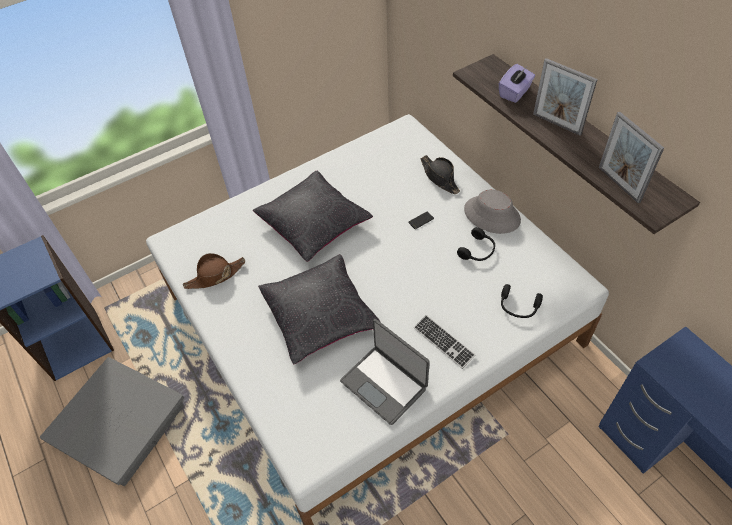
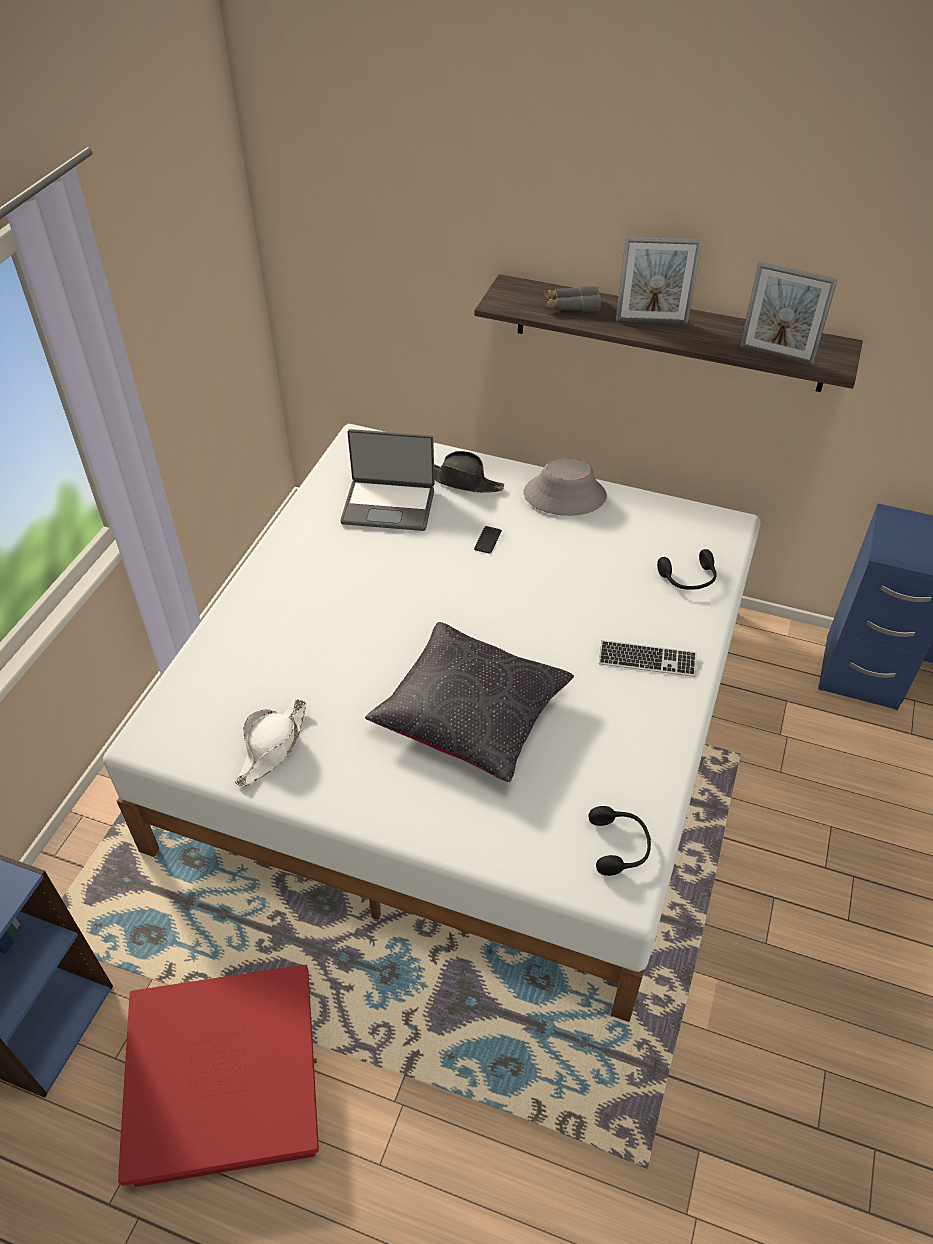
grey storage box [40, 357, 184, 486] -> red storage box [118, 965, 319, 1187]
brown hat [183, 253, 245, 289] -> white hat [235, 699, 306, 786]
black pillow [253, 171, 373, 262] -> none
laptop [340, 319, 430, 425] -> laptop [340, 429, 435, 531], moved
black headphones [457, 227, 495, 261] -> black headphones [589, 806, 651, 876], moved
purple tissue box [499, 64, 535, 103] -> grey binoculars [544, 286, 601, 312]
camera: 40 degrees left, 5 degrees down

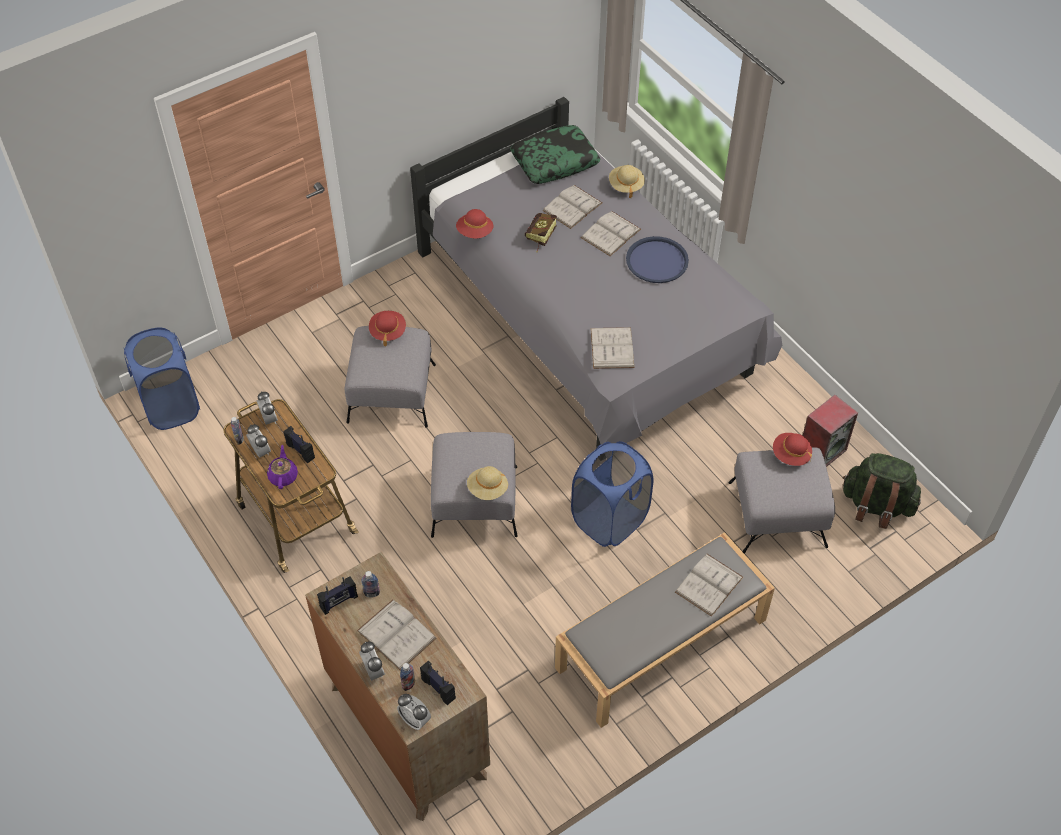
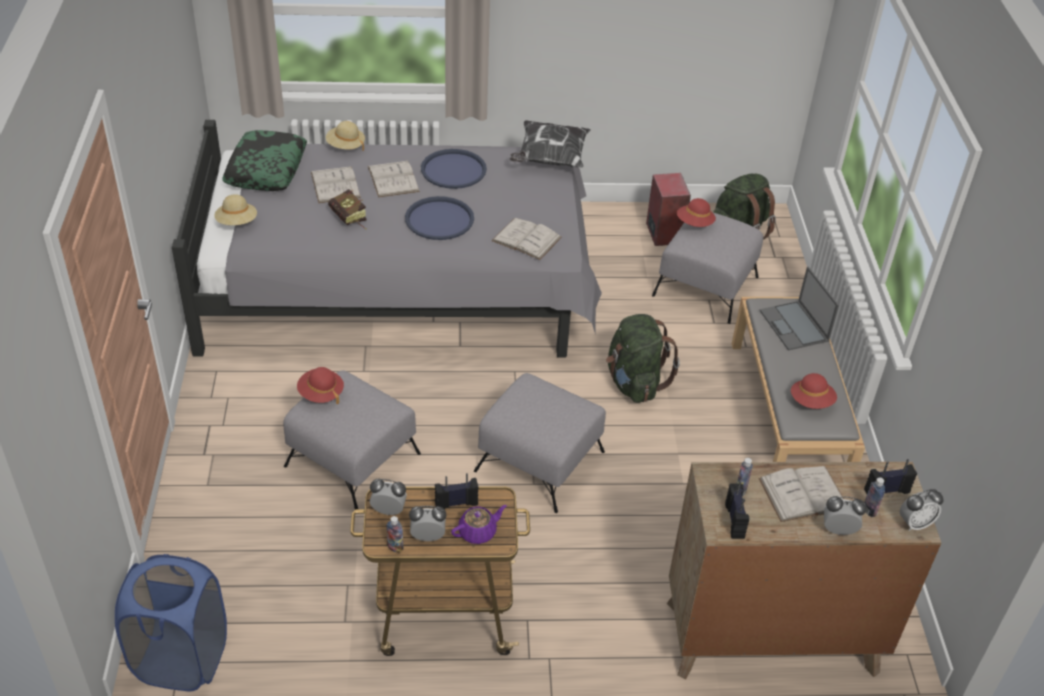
purple teapot [267, 445, 298, 489] -> purple teapot [451, 505, 507, 544], 120 degrees clockwise
red hat [456, 209, 493, 238] -> red hat [791, 373, 837, 409], moved
beige hat [467, 466, 508, 500] -> beige hat [215, 194, 257, 225], moved
blue laundry basket [571, 441, 653, 547] -> green backpack [606, 314, 680, 403]
white book [675, 554, 743, 617] -> laptop [760, 267, 839, 350]
none -> blue tray [405, 196, 474, 240]
none -> pillow [510, 120, 591, 168]
camera: 60 degrees left, 10 degrees down

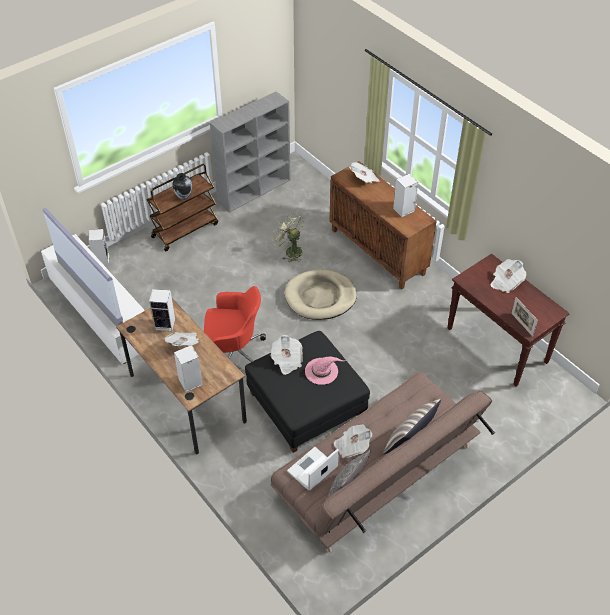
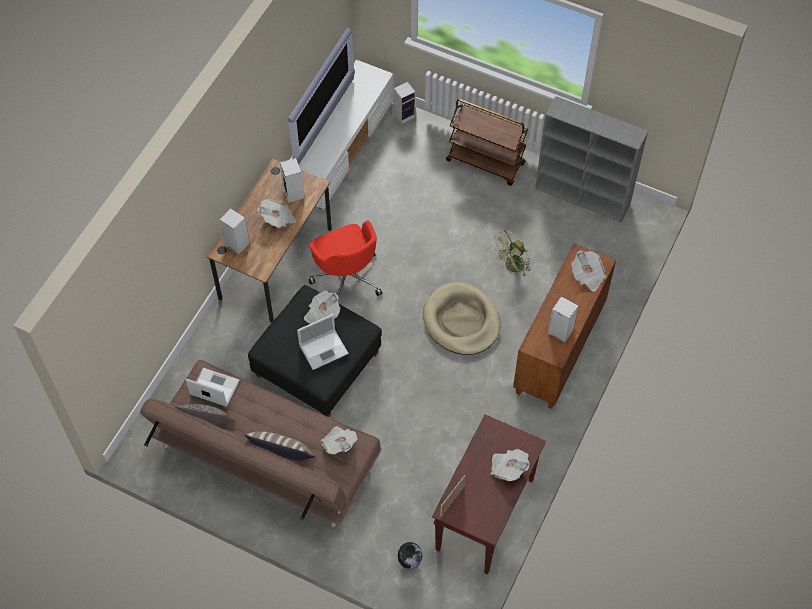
vase [173, 173, 192, 200] -> vase [398, 542, 422, 569], moved
green fan [272, 213, 304, 262] -> green fan [493, 230, 531, 275], 150 degrees counterclockwise
pink hat [305, 357, 346, 385] -> laptop [297, 314, 349, 370]
newspaper [334, 424, 372, 458] -> newspaper [321, 426, 358, 454], moved
camera: 65 degrees right, 10 degrees up

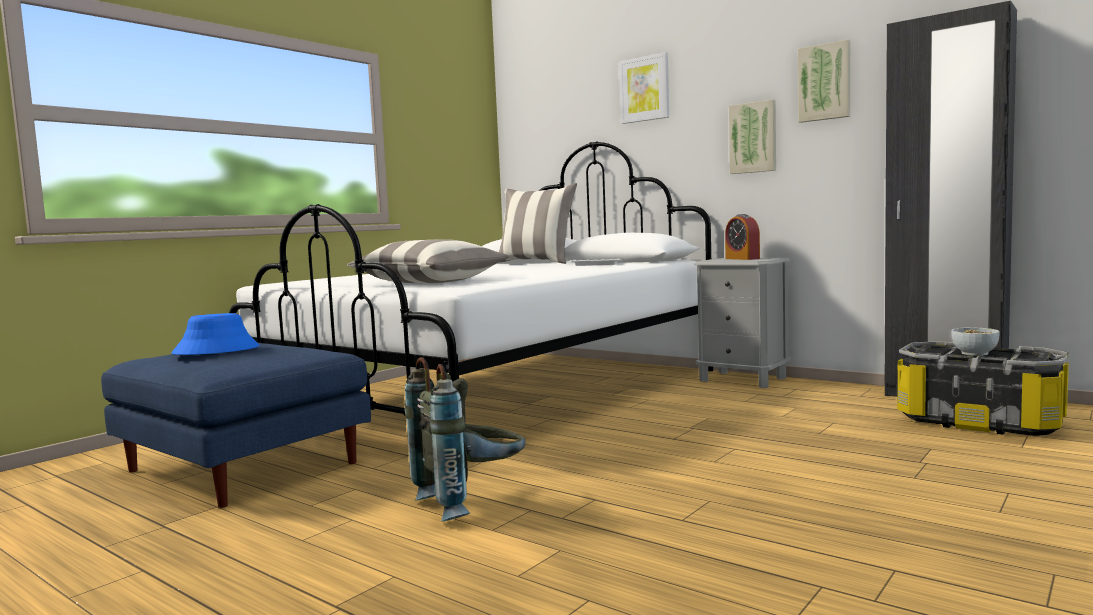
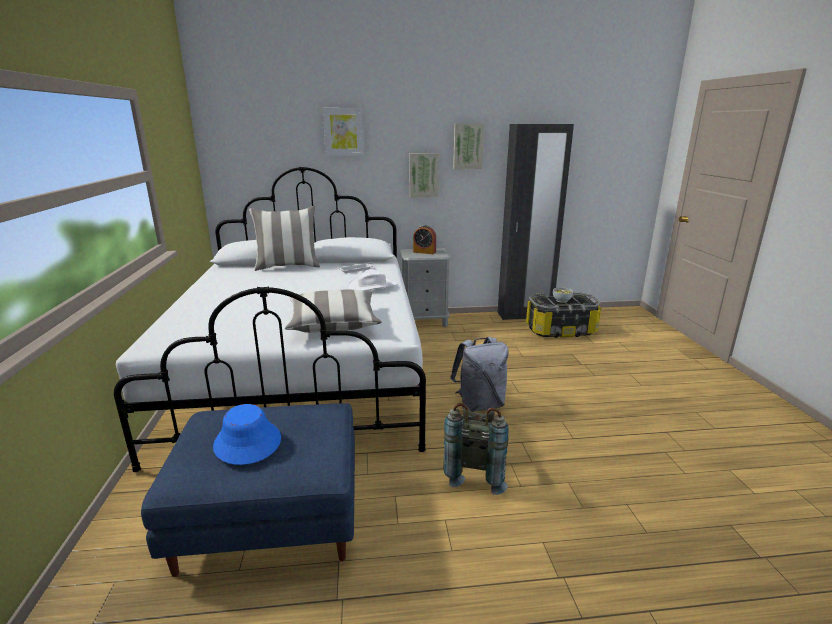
none -> white hat [347, 269, 397, 291]
none -> grey backpack [450, 337, 509, 412]
camera: 45 degrees left, 15 degrees up

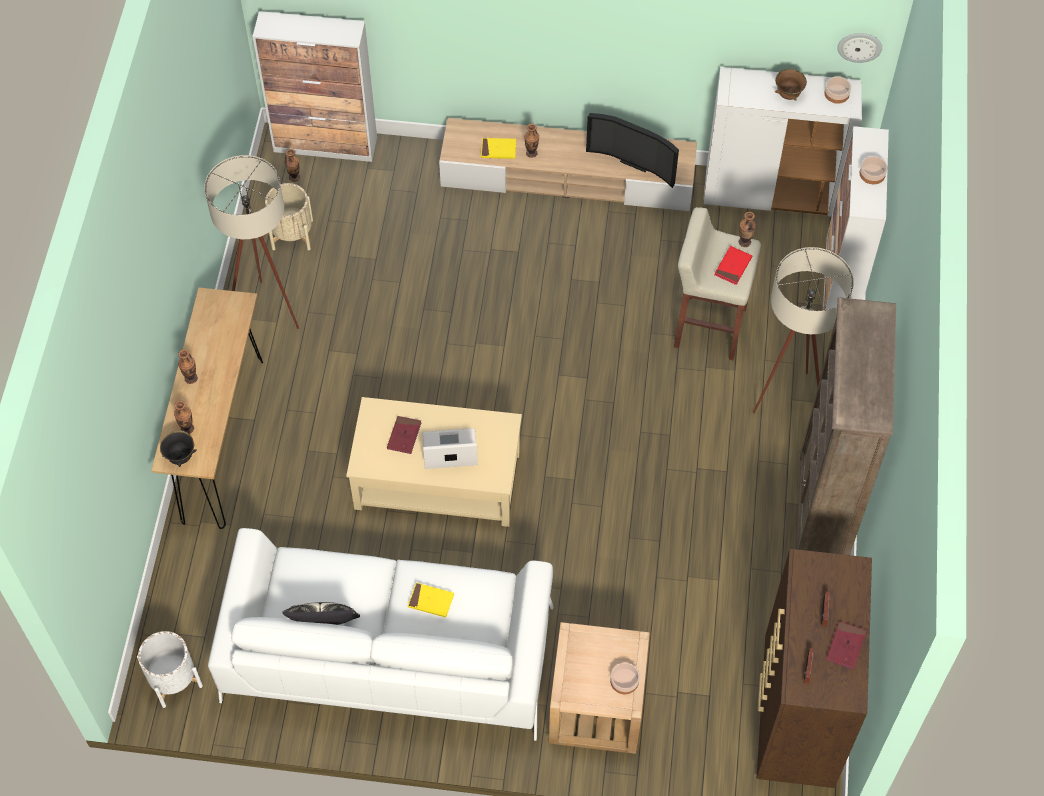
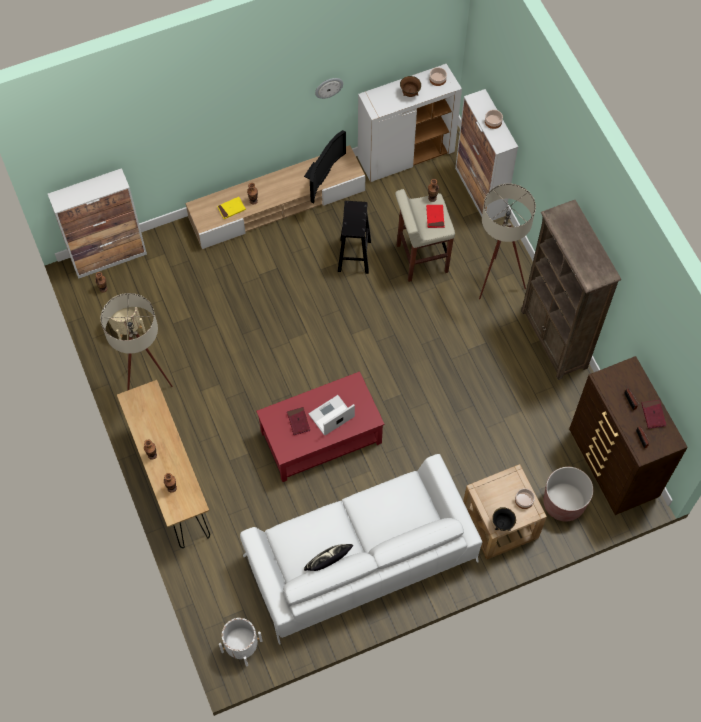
black bowl [160, 430, 197, 467] -> black bowl [492, 507, 516, 531], moved
beige coffee table [346, 397, 522, 527] -> red coffee table [256, 371, 385, 482]
yellow book [408, 583, 454, 617] -> none
television [586, 113, 679, 188] -> television [304, 130, 346, 203], 60 degrees counterclockwise
wall clock [837, 33, 882, 63] -> wall clock [315, 78, 343, 99], moved
none -> black stool [338, 201, 371, 274]
none -> brown planter [543, 467, 593, 522]
camera: 30 degrees left, 5 degrees up

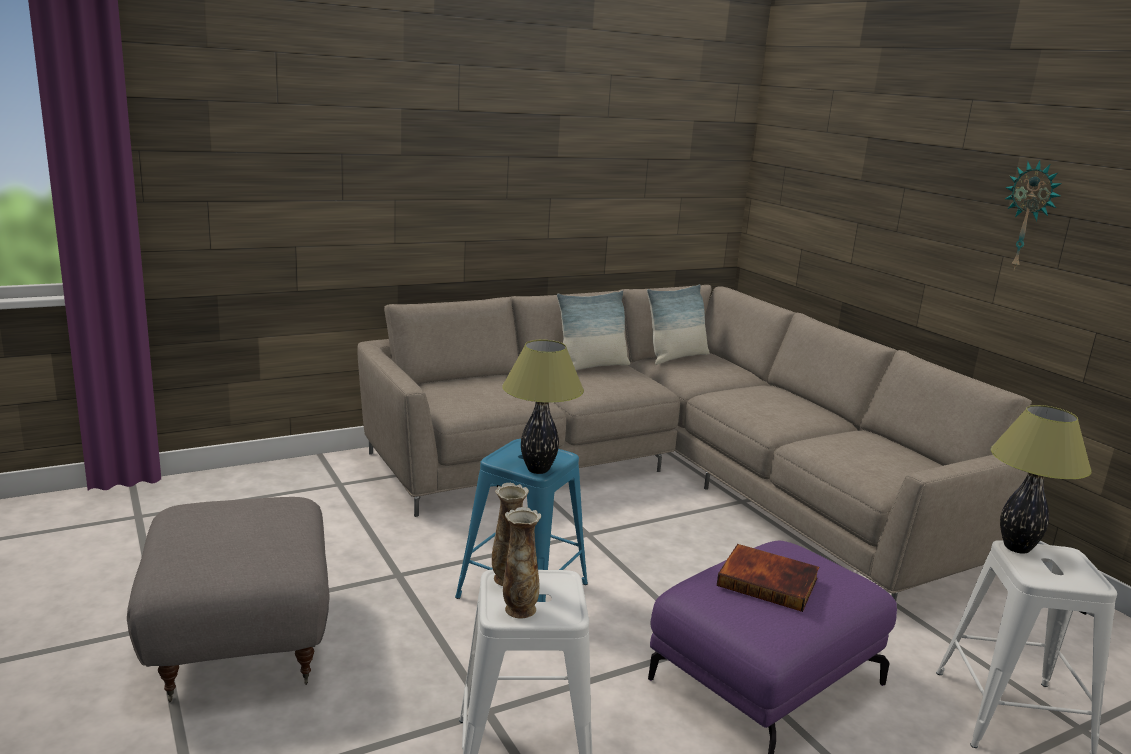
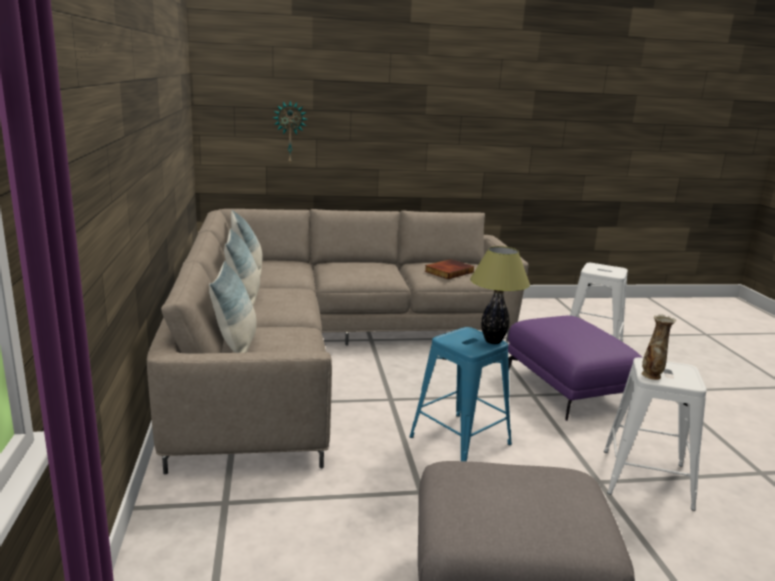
vase [503, 507, 541, 618] -> none
book [717, 544, 819, 612] -> book [424, 259, 474, 279], moved
table lamp [991, 405, 1092, 554] -> none
wall clock [1005, 160, 1062, 270] -> wall clock [273, 100, 307, 163], moved
none -> pillow [209, 261, 257, 353]
camera: 70 degrees left, 0 degrees up

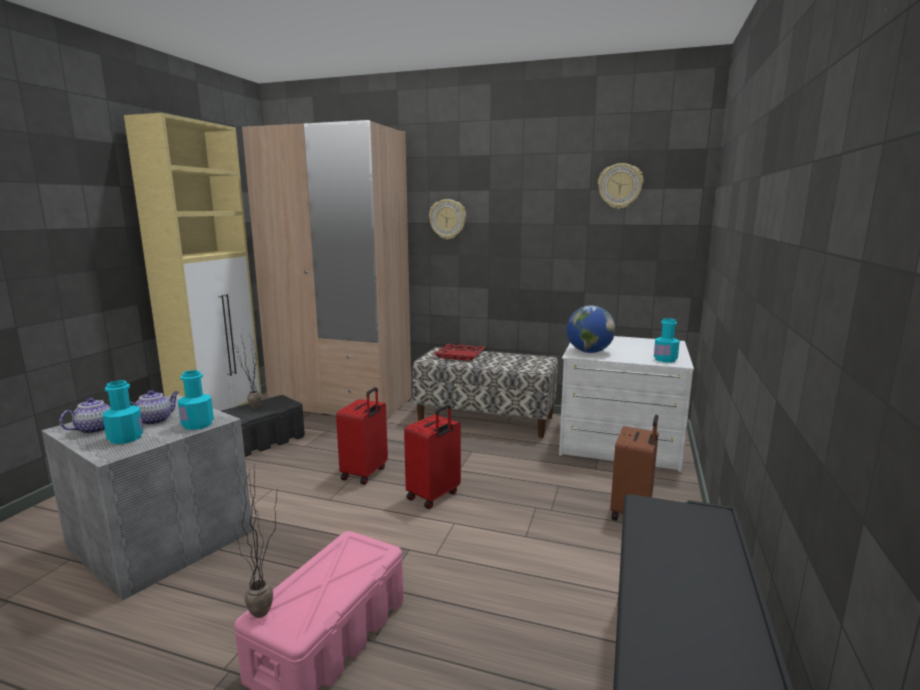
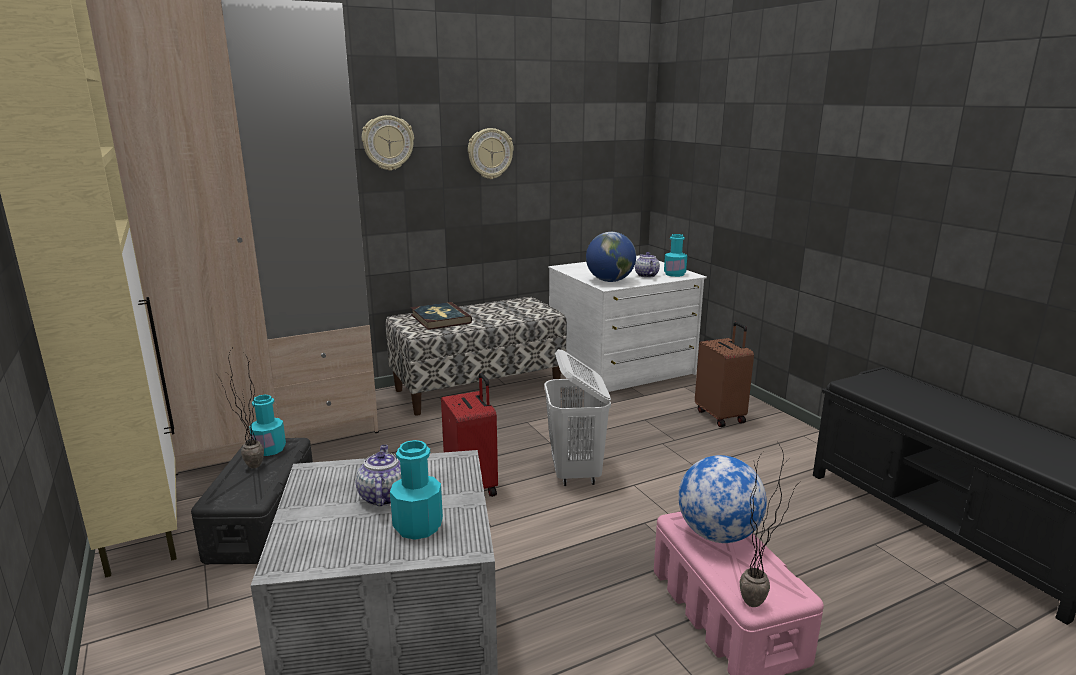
teapot [60, 398, 111, 434] -> teapot [635, 252, 660, 278], moved
turquoise bottle [178, 370, 214, 430] -> turquoise bottle [249, 395, 286, 456], moved
red suitcase [404, 405, 461, 509] -> white laundry basket [544, 349, 611, 486]
red tray [434, 344, 485, 361] -> book [411, 302, 472, 330]
wall clock [598, 163, 644, 209] -> wall clock [468, 128, 514, 179], moved
none -> globe [678, 455, 767, 543]
camera: 45 degrees left, 5 degrees up

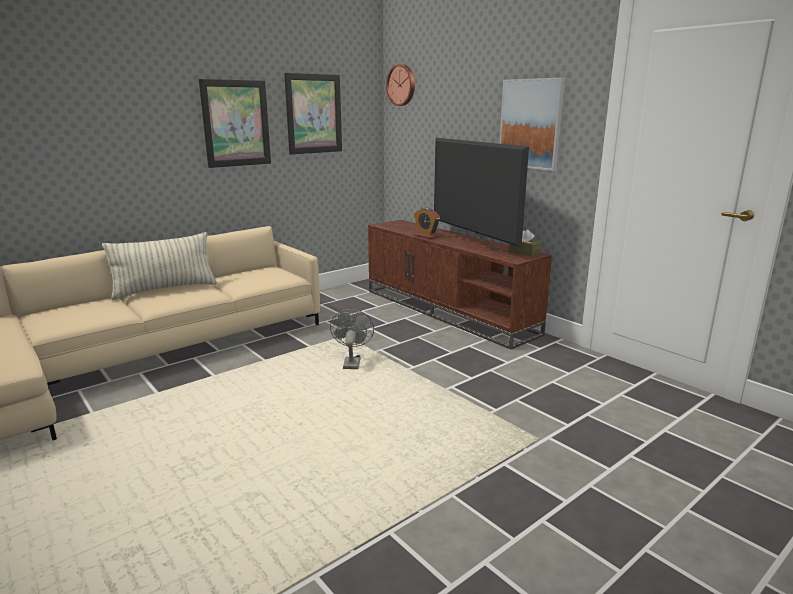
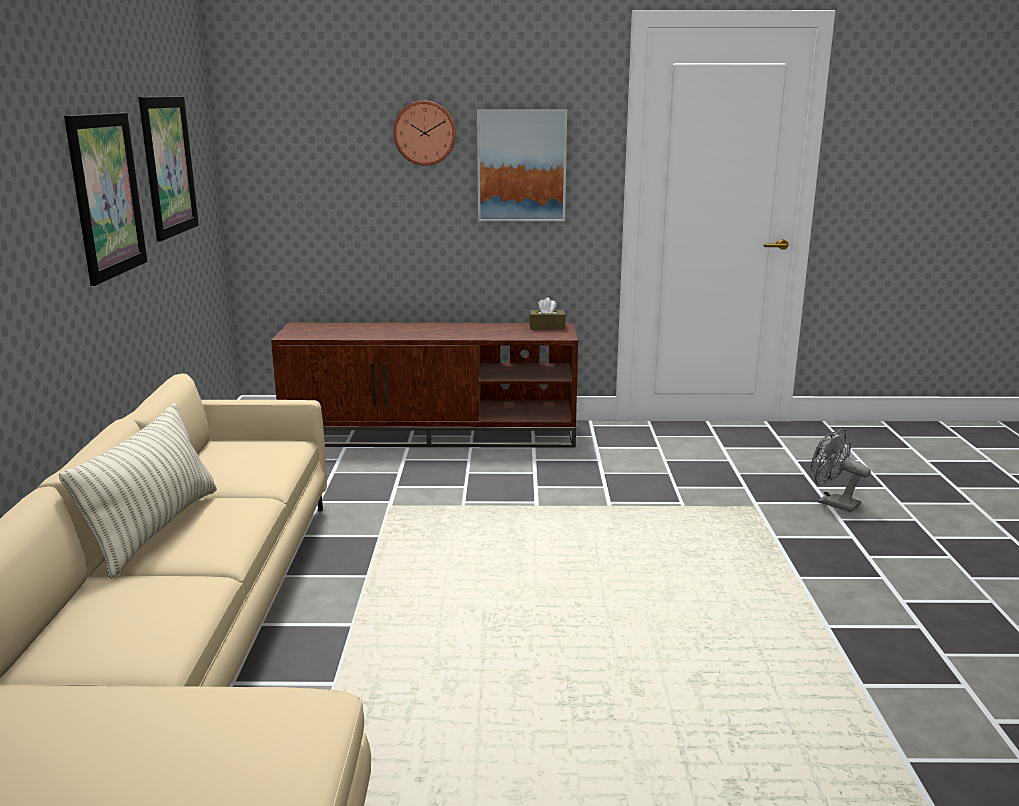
grey fan [330, 309, 374, 369] -> grey fan [811, 429, 871, 512], moved
wall clock [386, 64, 415, 106] -> wall clock [393, 101, 456, 166], moved
alarm clock [414, 208, 440, 239] -> none
television [434, 138, 529, 253] -> none
camera: 50 degrees left, 0 degrees up

